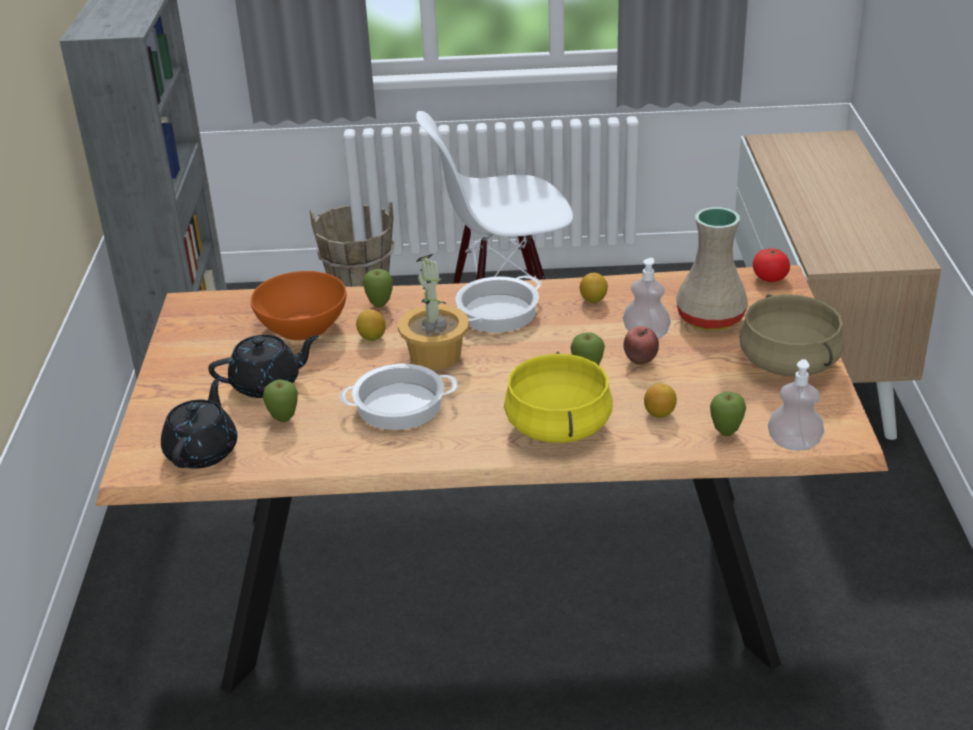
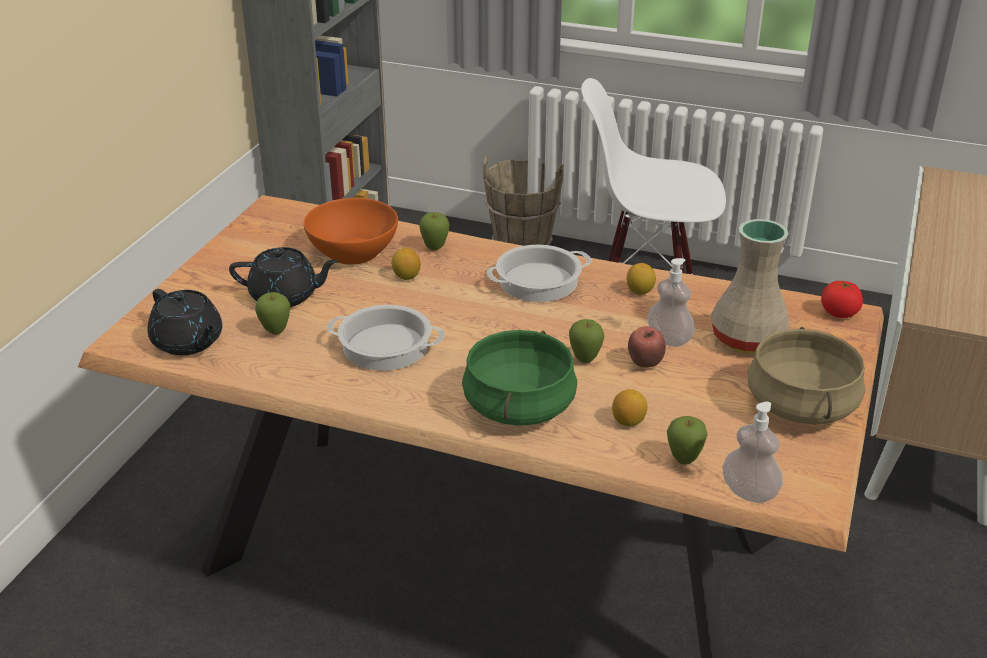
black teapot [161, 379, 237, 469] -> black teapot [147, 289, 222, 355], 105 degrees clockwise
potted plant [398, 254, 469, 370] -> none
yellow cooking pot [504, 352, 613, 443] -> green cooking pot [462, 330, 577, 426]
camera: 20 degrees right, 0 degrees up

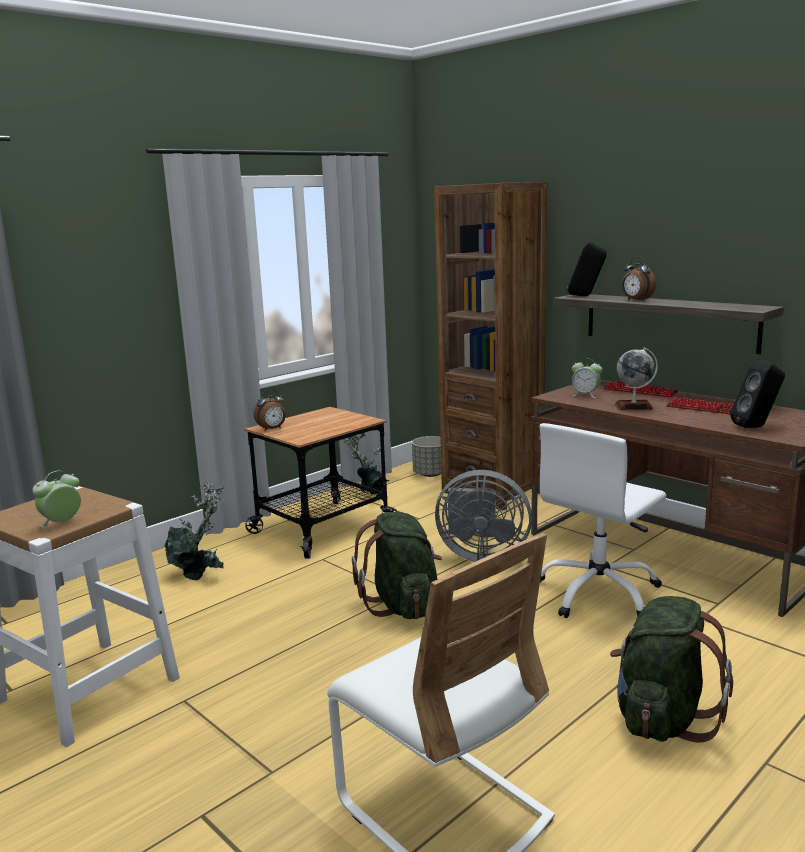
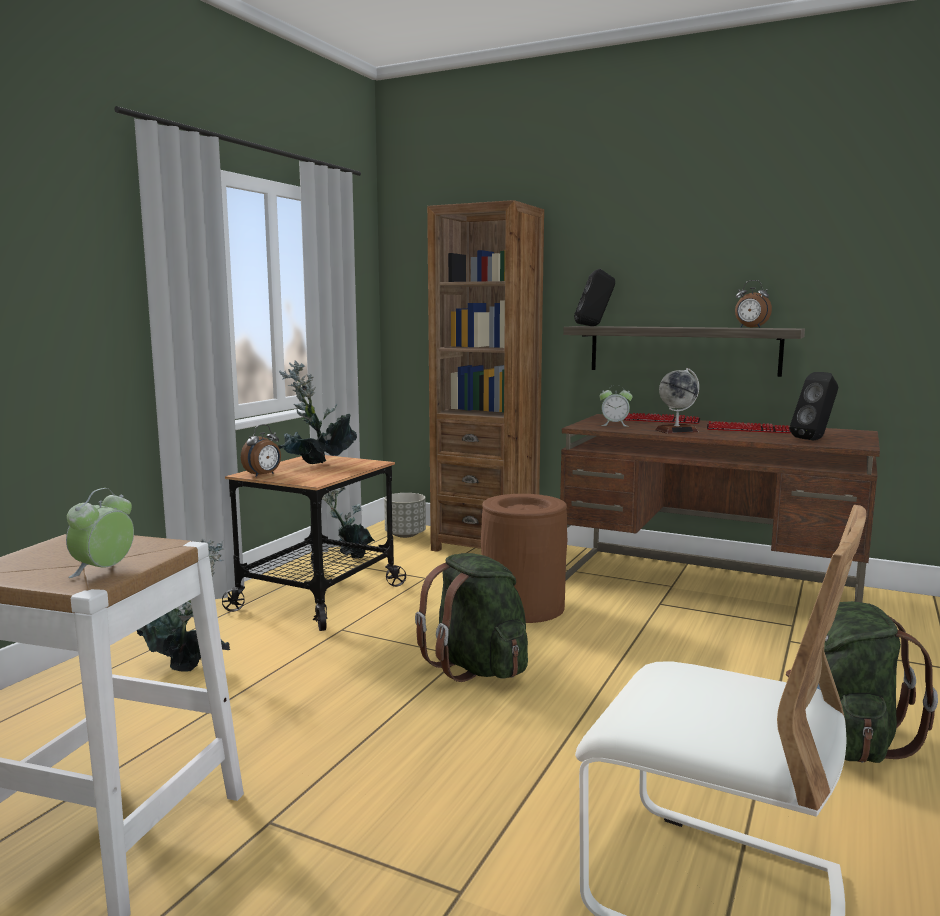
grey fan [435, 470, 532, 562] -> brown trash can [481, 494, 567, 623]
white office chair [540, 423, 666, 618] -> none
alarm clock [622, 256, 656, 301] -> alarm clock [735, 280, 772, 328], moved
none -> potted plant [278, 361, 357, 464]
camera: 20 degrees left, 5 degrees down

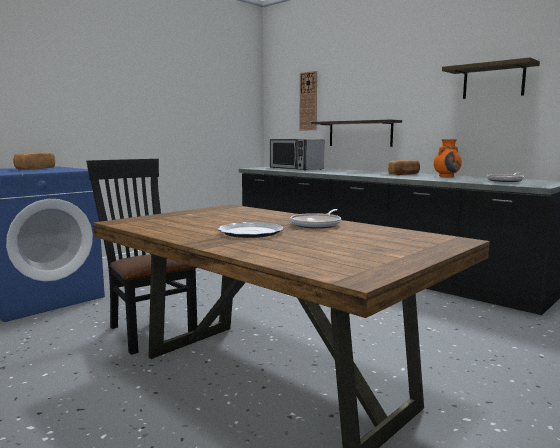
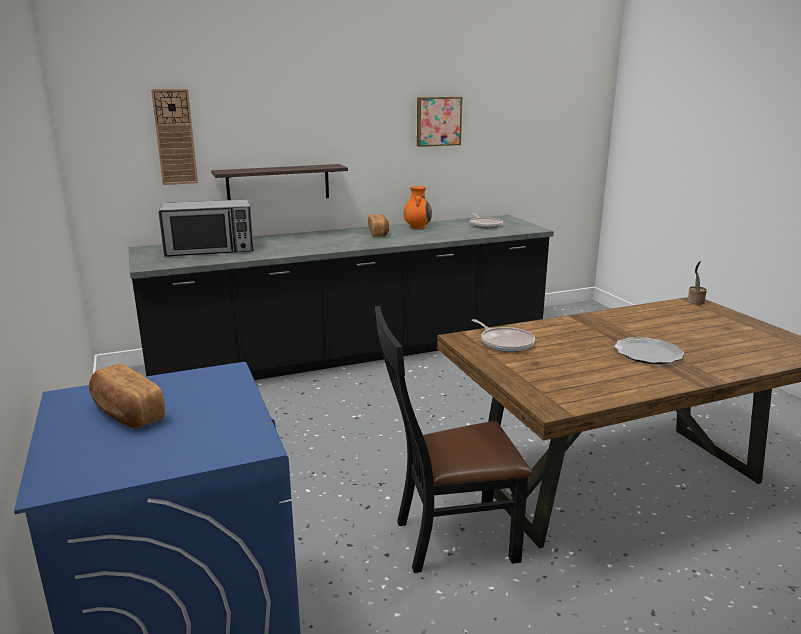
frying pan [290, 209, 341, 229] -> frying pan [472, 319, 535, 352], moved
shelf [442, 57, 540, 99] -> picture [417, 97, 462, 147]
none -> potted plant [687, 261, 707, 305]
camera: 65 degrees left, 10 degrees up

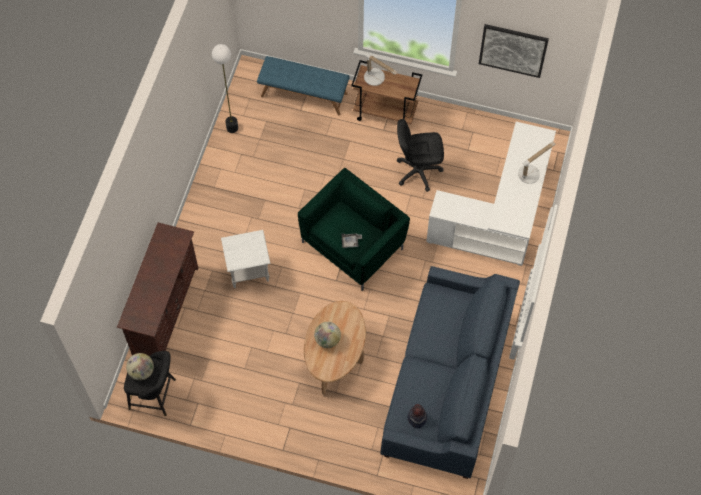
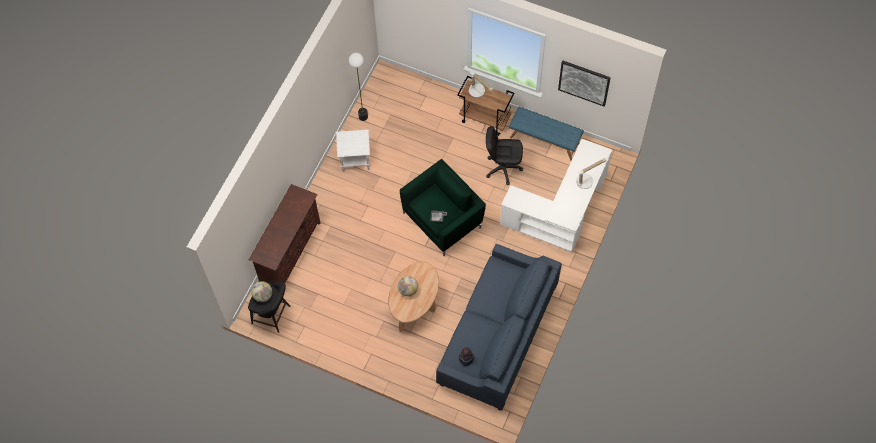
white side table [221, 230, 270, 288] -> white side table [336, 130, 370, 172], moved
blue bench [257, 56, 350, 115] -> blue bench [509, 107, 584, 161], moved
camera: 10 degrees right, 0 degrees up

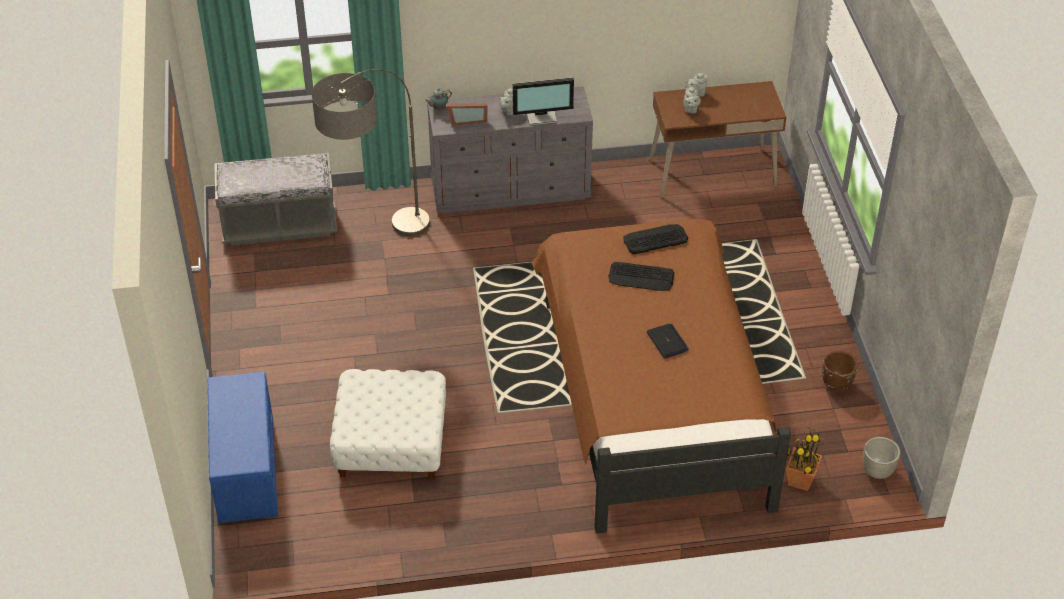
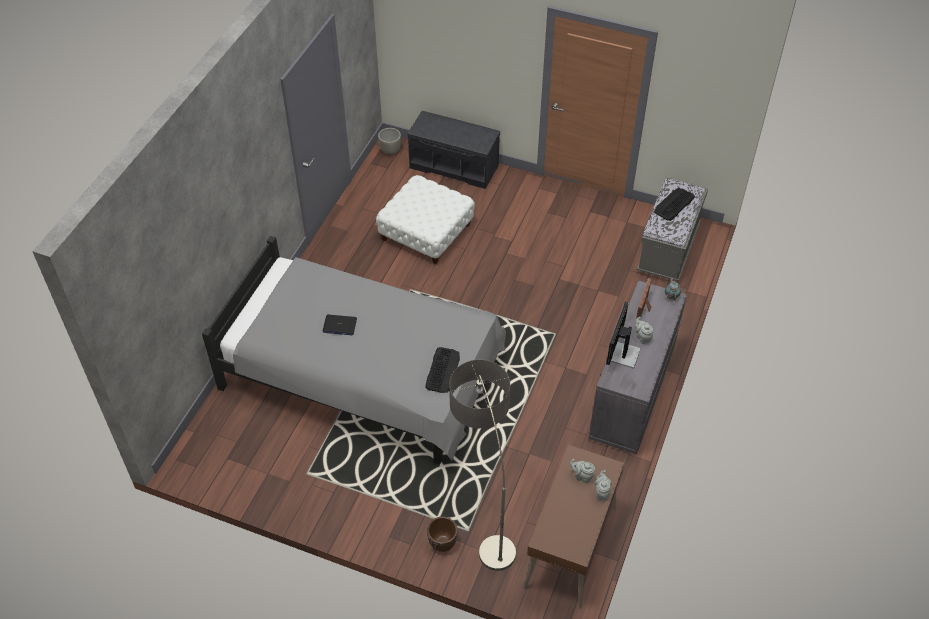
blue bench [207, 372, 278, 523] -> grey bench [407, 111, 500, 189]
floor lamp [312, 69, 430, 236] -> floor lamp [449, 360, 516, 571], moved
brown bed [531, 219, 791, 533] -> grey bed [202, 236, 506, 465]
keyboard [608, 262, 674, 291] -> keyboard [654, 188, 695, 221], moved
potted plant [786, 427, 823, 491] -> none
brown planter [822, 351, 858, 391] -> brown planter [427, 517, 458, 552], moved
grey planter [863, 437, 900, 479] -> grey planter [378, 128, 401, 155], moved
camera: 120 degrees right, 5 degrees up

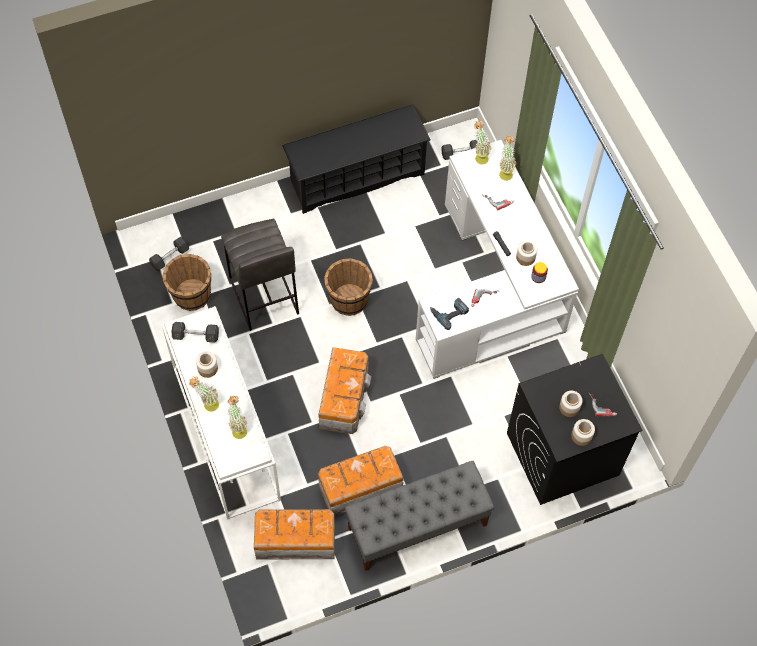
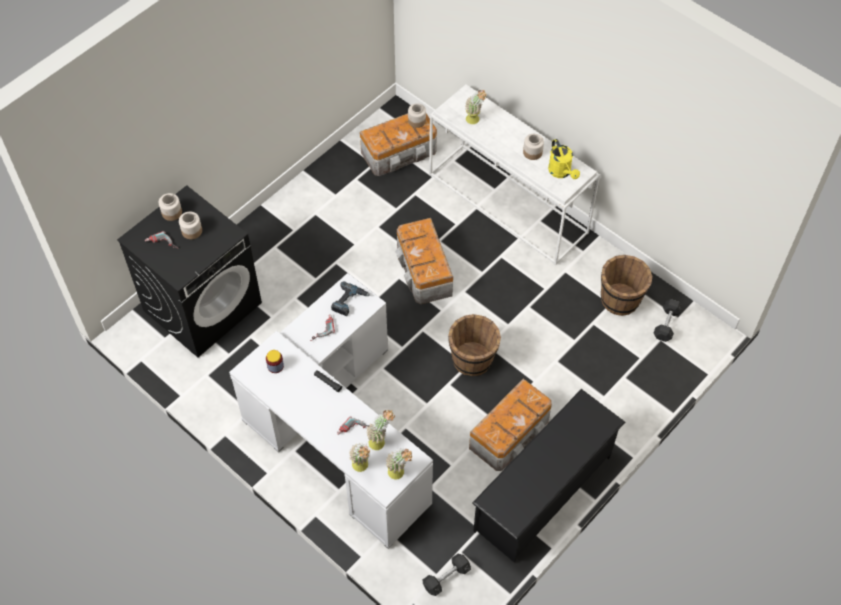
grey dumbbell [172, 322, 219, 343] -> yellow watering can [548, 139, 580, 179]
potted plant [189, 376, 219, 412] -> potted plant [367, 410, 395, 450], moved
grey stool [221, 218, 299, 331] -> none
storage box [318, 445, 404, 516] -> storage box [469, 379, 552, 471], moved
grey bench [345, 461, 494, 571] -> none
jar [516, 241, 537, 266] -> jar [408, 103, 426, 128], moved
camera: 155 degrees right, 5 degrees down

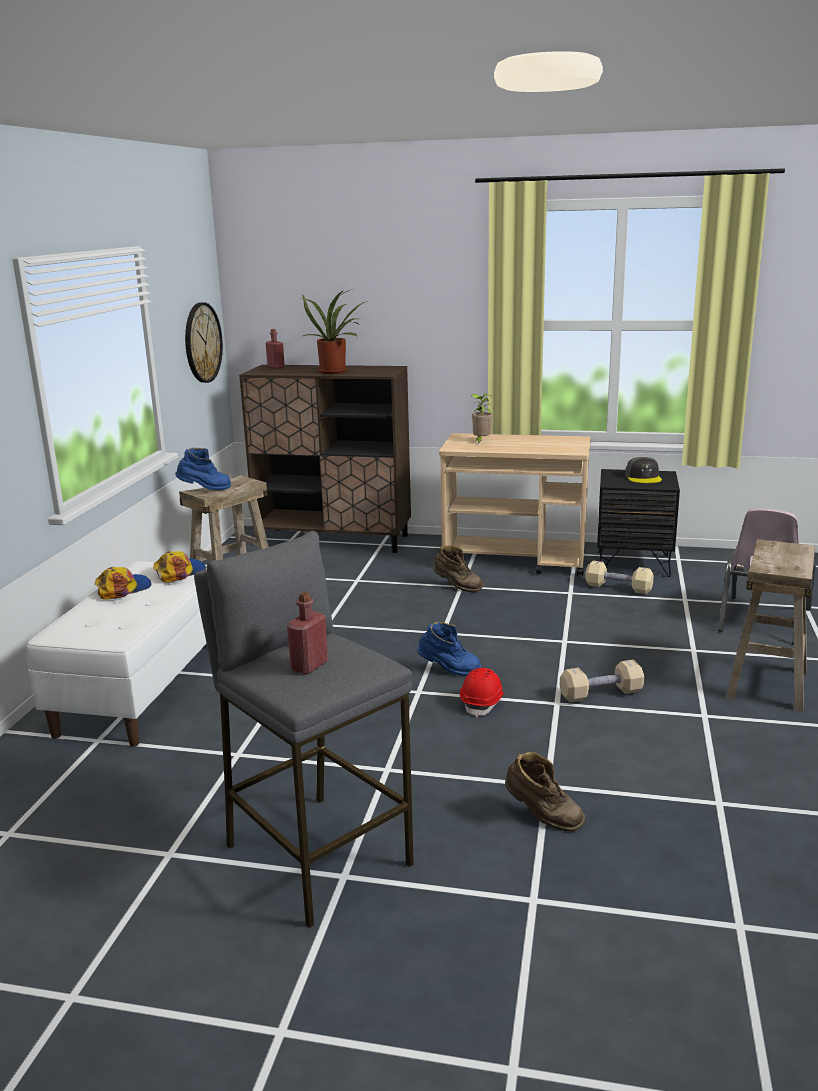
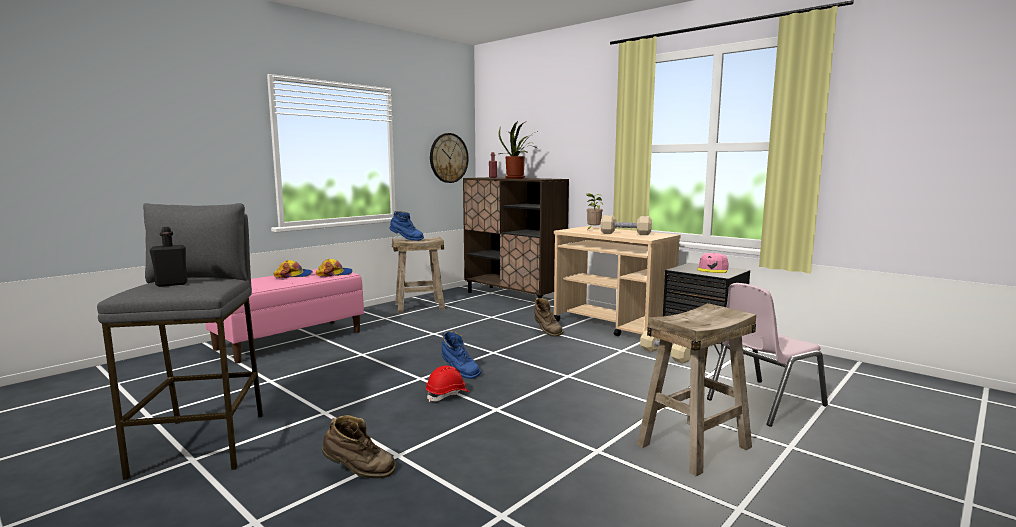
white bench [26, 561, 207, 747] -> pink bench [206, 269, 364, 363]
red bottle [287, 592, 328, 675] -> black bottle [150, 227, 187, 287]
brown boot [505, 752, 585, 832] -> brown boot [322, 415, 396, 479], 60 degrees counterclockwise
beige dumbbell [560, 660, 644, 703] -> beige dumbbell [601, 215, 652, 235], moved
grey cap [625, 457, 662, 483] -> pink cap [697, 253, 729, 273]
camera: 30 degrees right, 10 degrees down

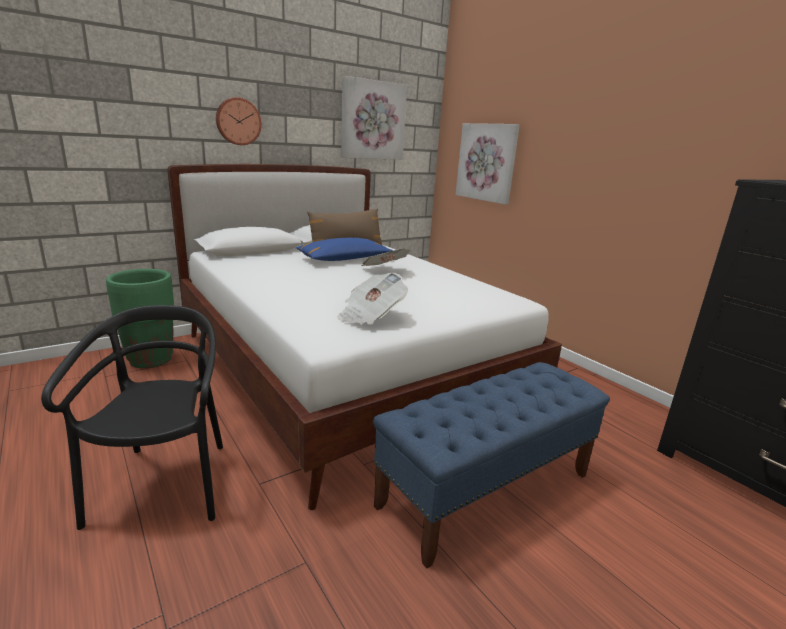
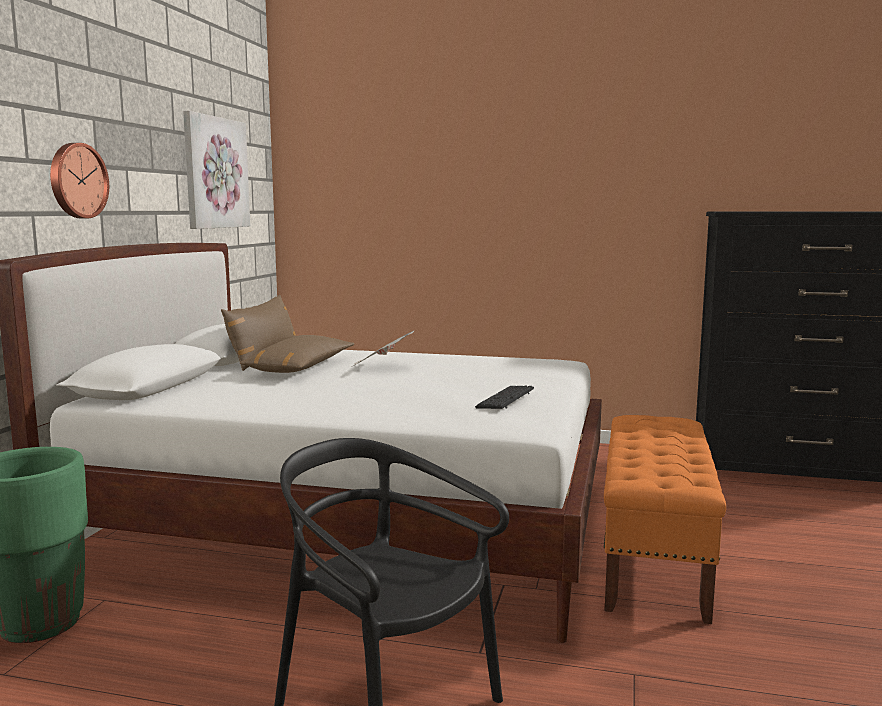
blue pillow [296, 238, 393, 261] -> brown pillow [240, 335, 354, 373]
newspaper [338, 273, 408, 325] -> keyboard [475, 386, 534, 409]
blue bench [373, 362, 610, 569] -> orange bench [604, 415, 726, 624]
picture [455, 123, 520, 205] -> none
camera: 40 degrees left, 10 degrees down

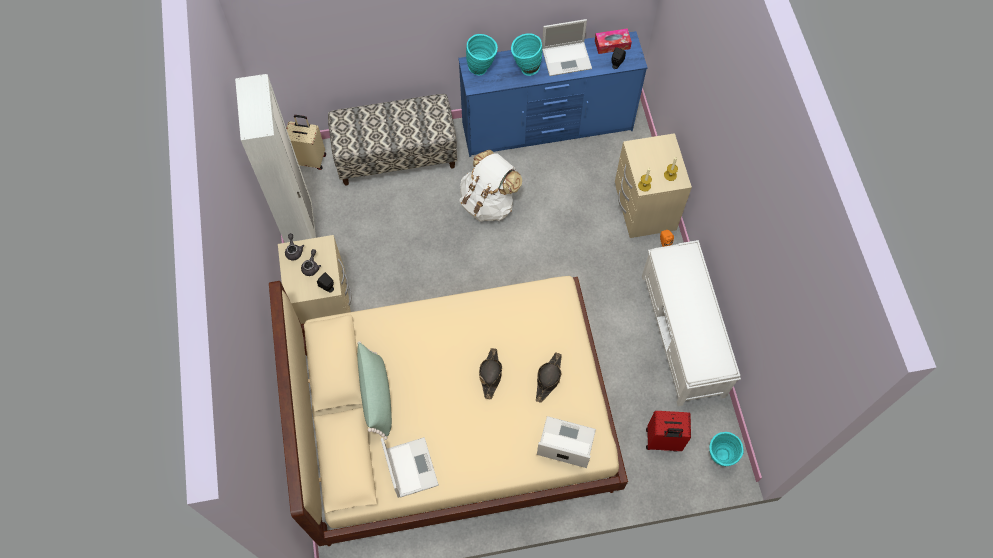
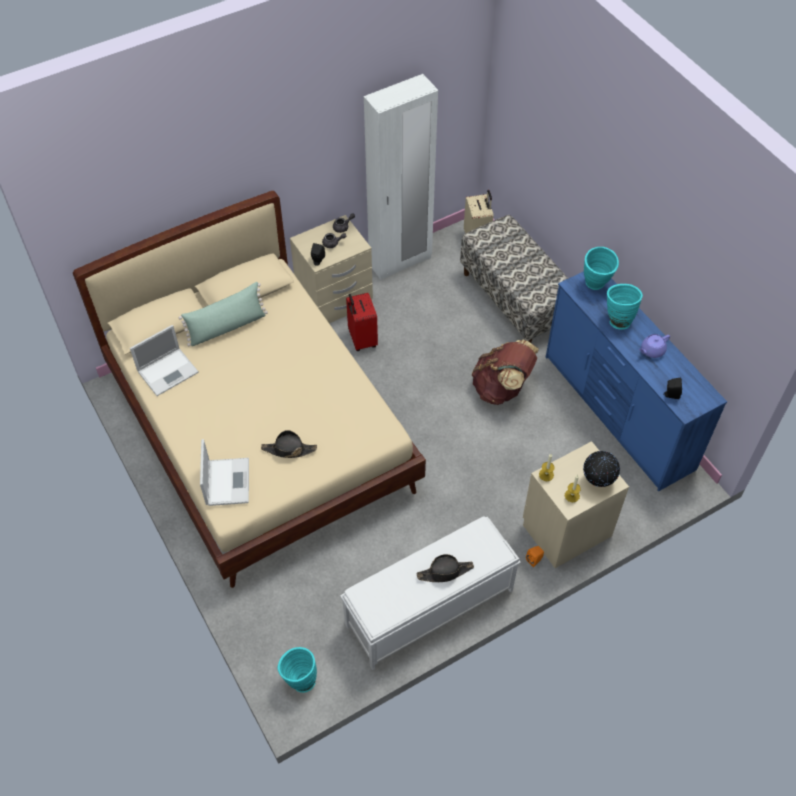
white backpack [460, 150, 522, 222] -> brown backpack [471, 340, 539, 405]
black hat [479, 348, 502, 399] -> black hat [417, 554, 474, 582], moved
laptop [542, 19, 592, 76] -> purple teapot [639, 334, 670, 358]
tissue box [595, 28, 632, 54] -> none
red suitcase [646, 411, 691, 452] -> red suitcase [346, 293, 378, 351], moved
none -> globe [583, 451, 620, 487]
camera: 70 degrees right, 10 degrees down

